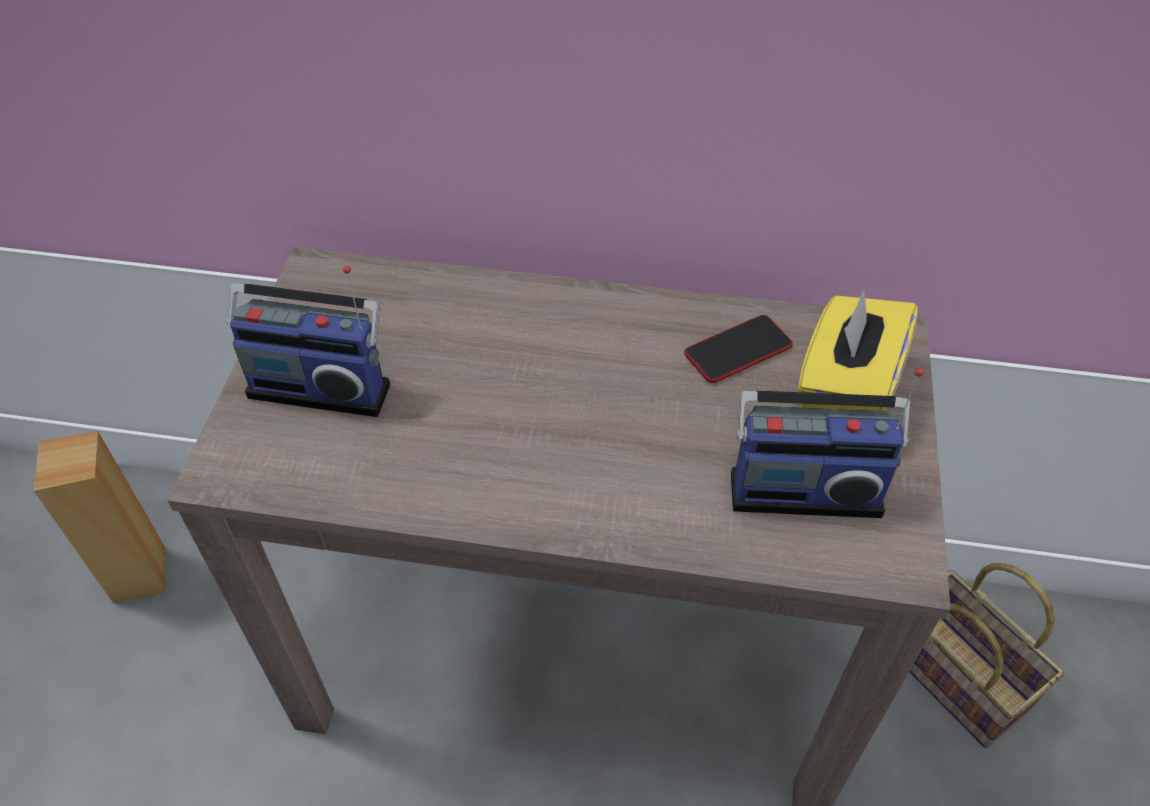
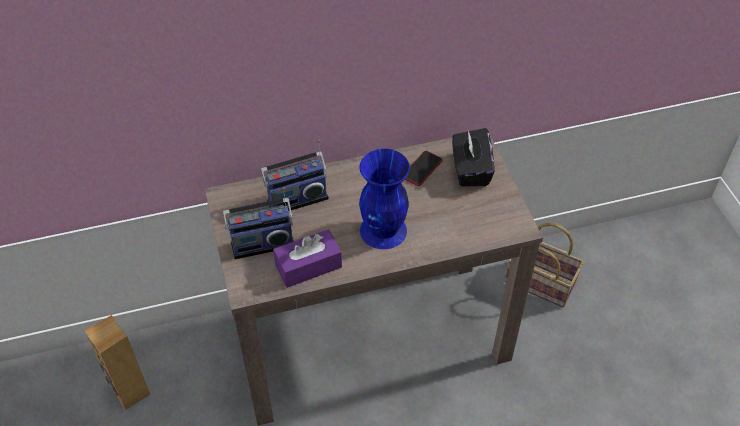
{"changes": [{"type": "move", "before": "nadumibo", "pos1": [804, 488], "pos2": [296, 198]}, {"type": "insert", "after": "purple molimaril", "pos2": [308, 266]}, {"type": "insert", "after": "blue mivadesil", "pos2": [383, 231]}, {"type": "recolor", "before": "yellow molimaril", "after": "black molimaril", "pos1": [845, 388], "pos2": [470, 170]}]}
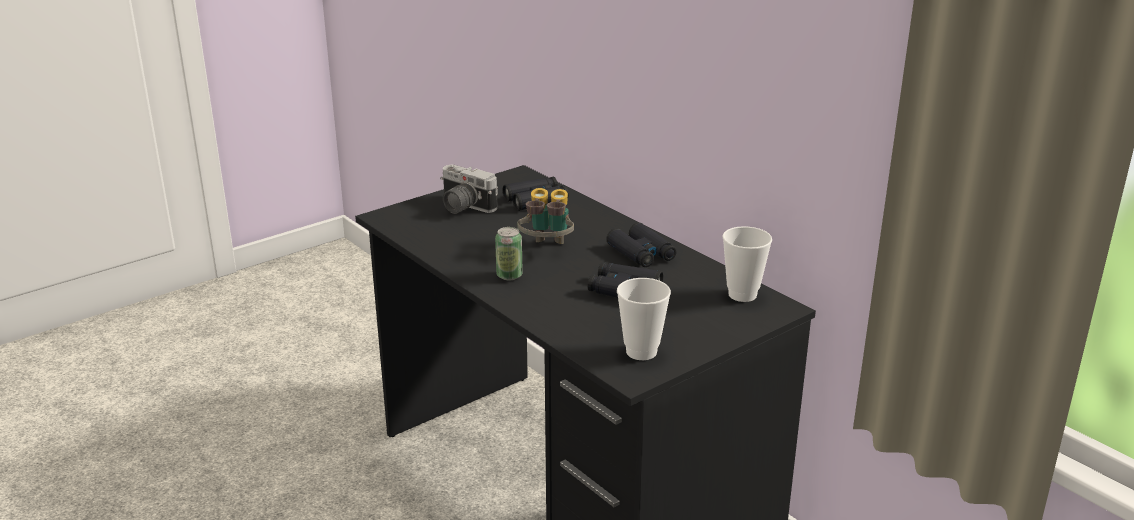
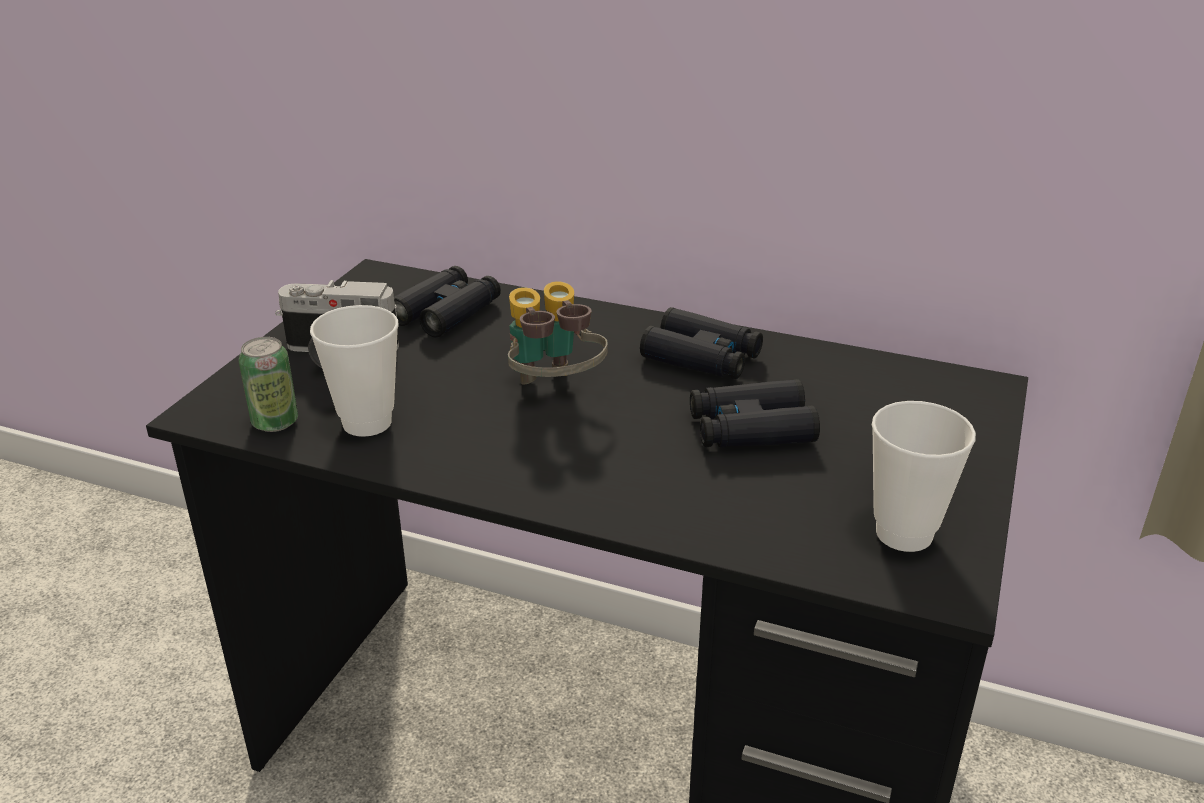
{"changes": [{"type": "move", "before": "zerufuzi", "pos1": [509, 275], "pos2": [275, 422]}, {"type": "move", "before": "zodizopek", "pos1": [742, 295], "pos2": [367, 423]}]}
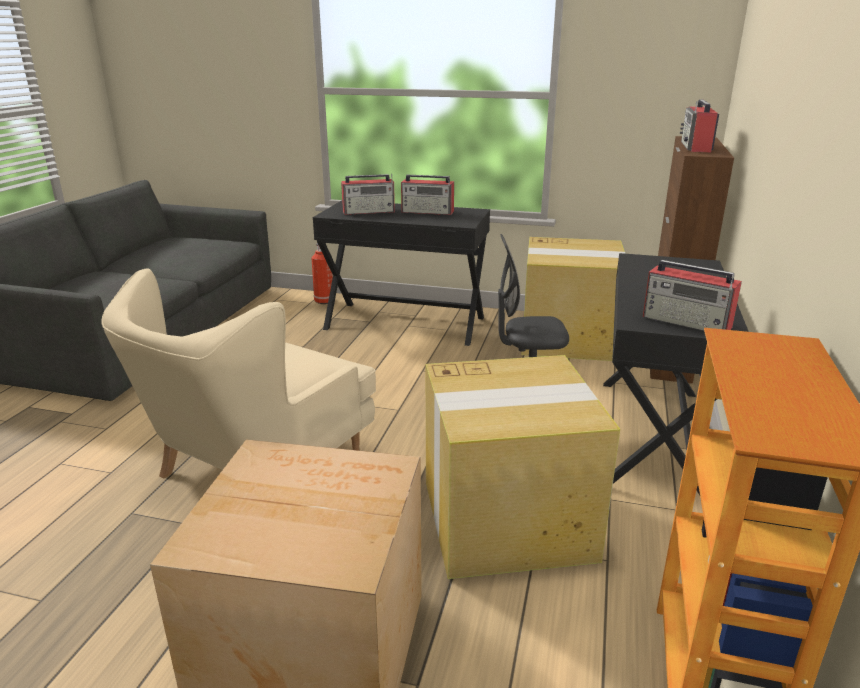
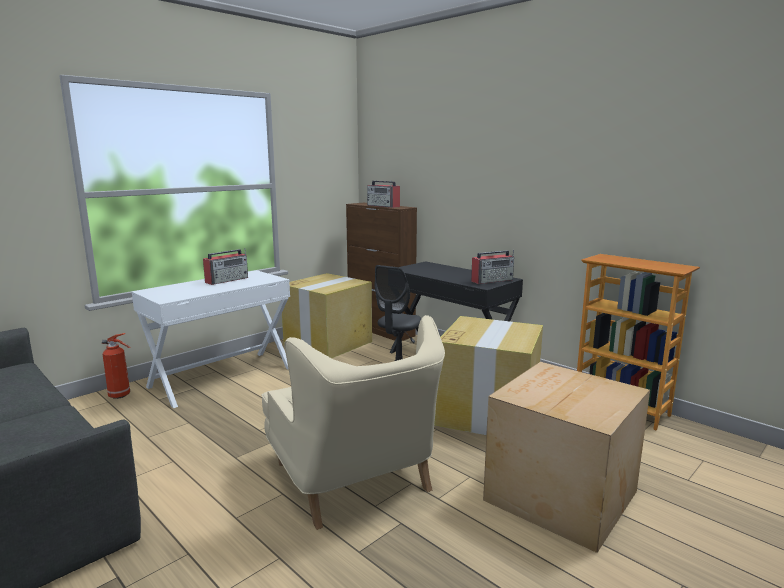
{"changes": [{"type": "recolor", "before": "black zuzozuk", "after": "white zuzozuk", "pos1": [405, 323], "pos2": [221, 377]}, {"type": "delete", "before": "nadumibo", "pos1": [369, 211]}]}
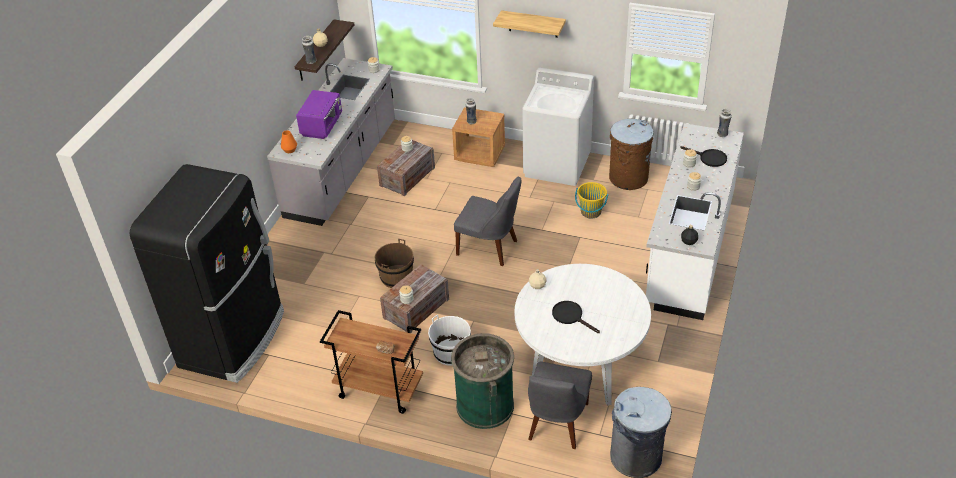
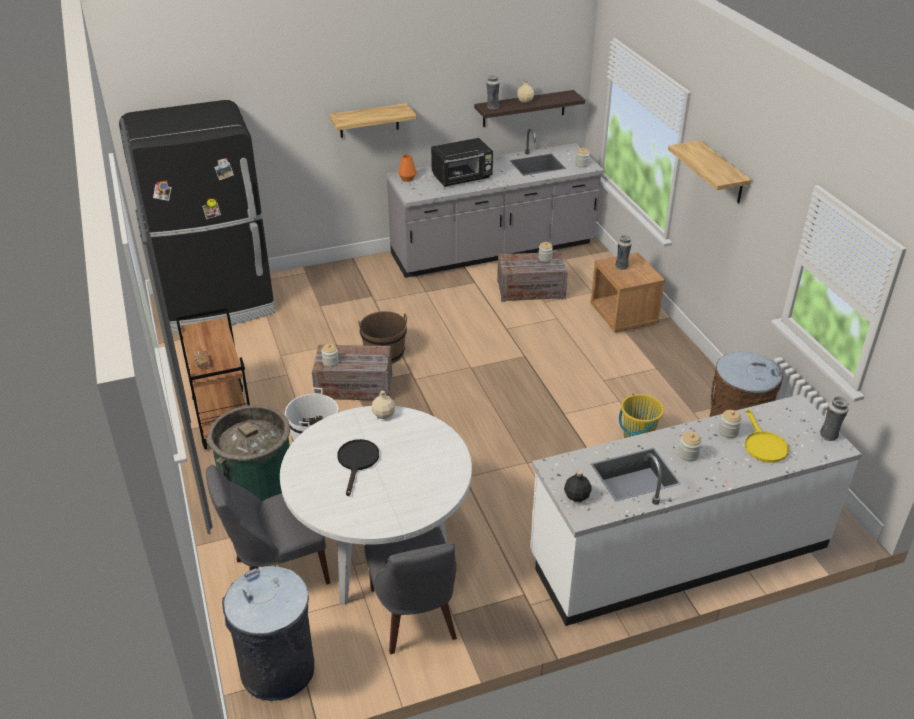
{"changes": [{"type": "insert", "after": "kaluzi", "pos2": [369, 120]}, {"type": "move", "before": "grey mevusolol", "pos1": [490, 248], "pos2": [414, 617]}, {"type": "recolor", "before": "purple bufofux", "after": "black bufofux", "pos1": [322, 126], "pos2": [462, 178]}, {"type": "recolor", "before": "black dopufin", "after": "yellow dopufin", "pos1": [709, 158], "pos2": [762, 445]}, {"type": "delete", "before": "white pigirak", "pos1": [557, 165]}]}
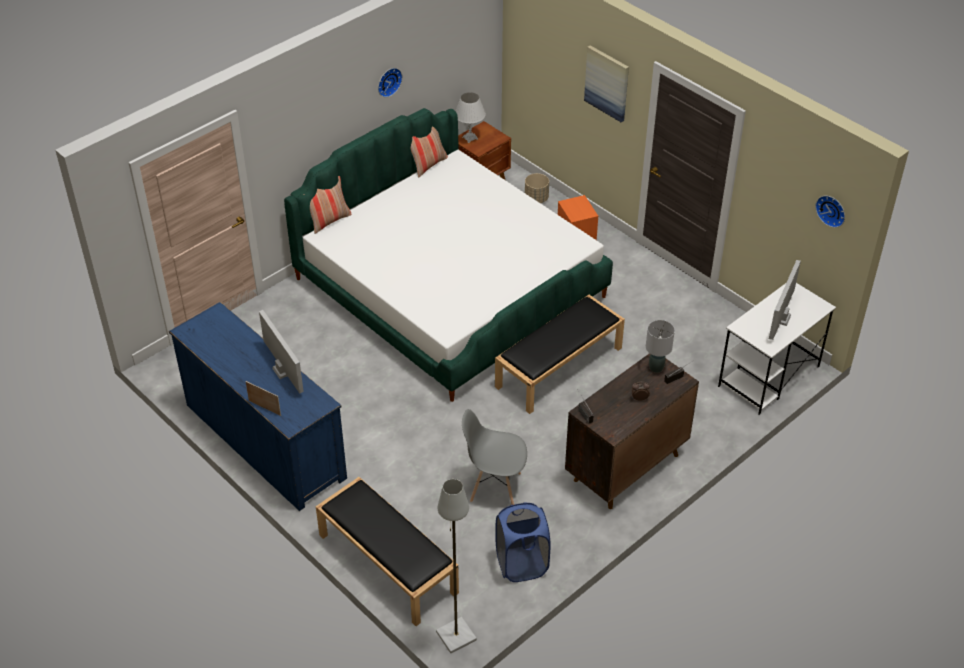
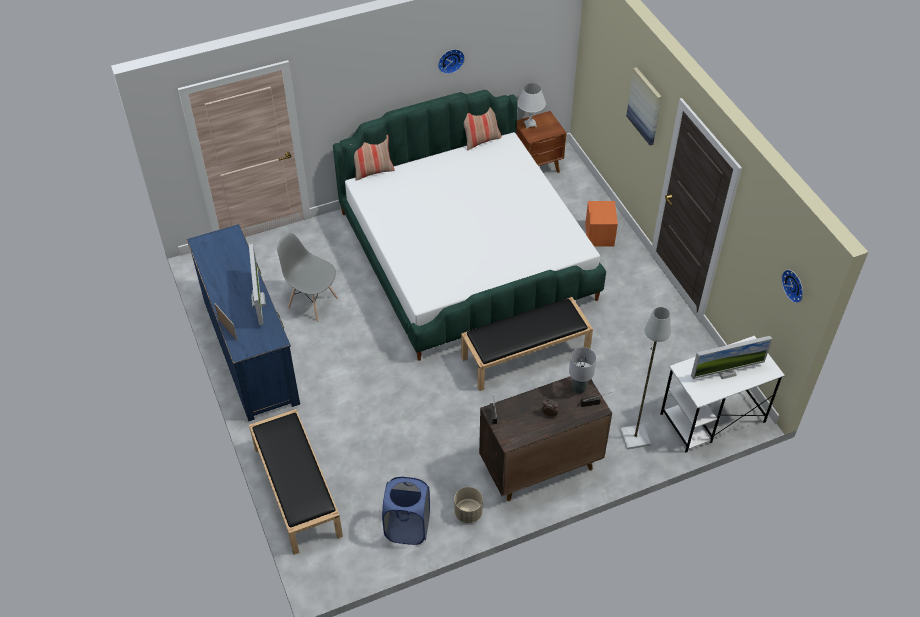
{"changes": [{"type": "move", "before": "grey mevusolol", "pos1": [495, 487], "pos2": [312, 302]}, {"type": "move", "before": "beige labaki", "pos1": [536, 198], "pos2": [468, 512]}, {"type": "move", "before": "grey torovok", "pos1": [456, 636], "pos2": [635, 438]}, {"type": "rotate", "before": "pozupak", "pos1": [781, 318], "pos2": [726, 372], "turn": -150}]}
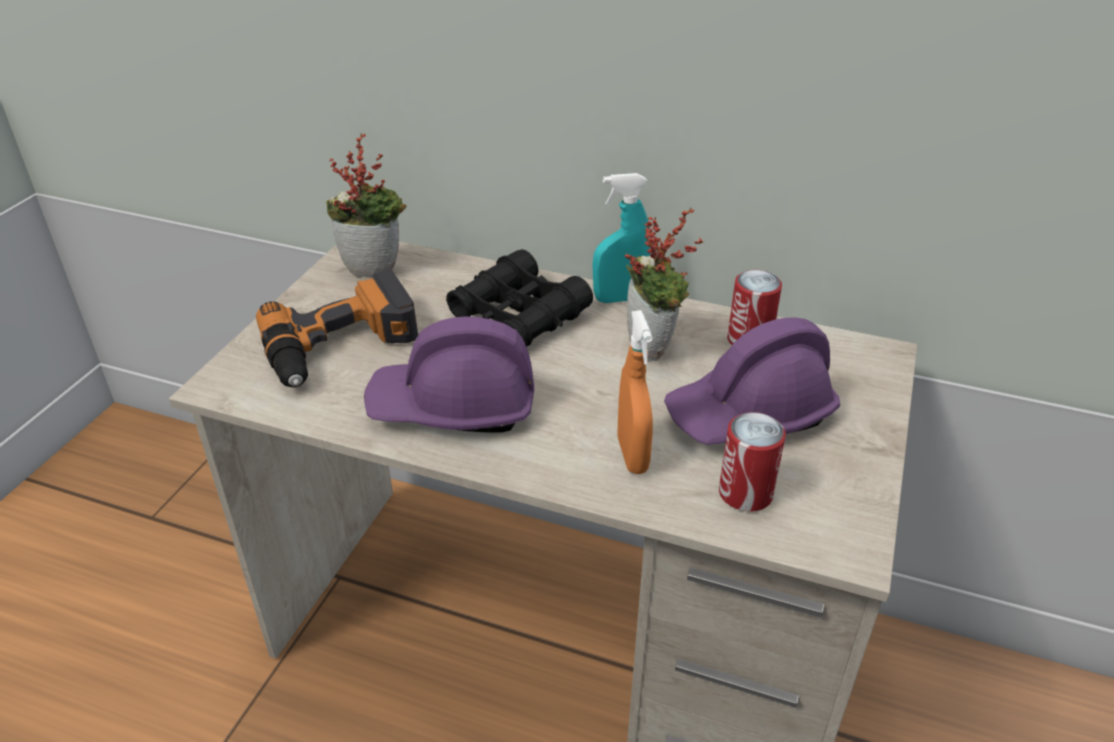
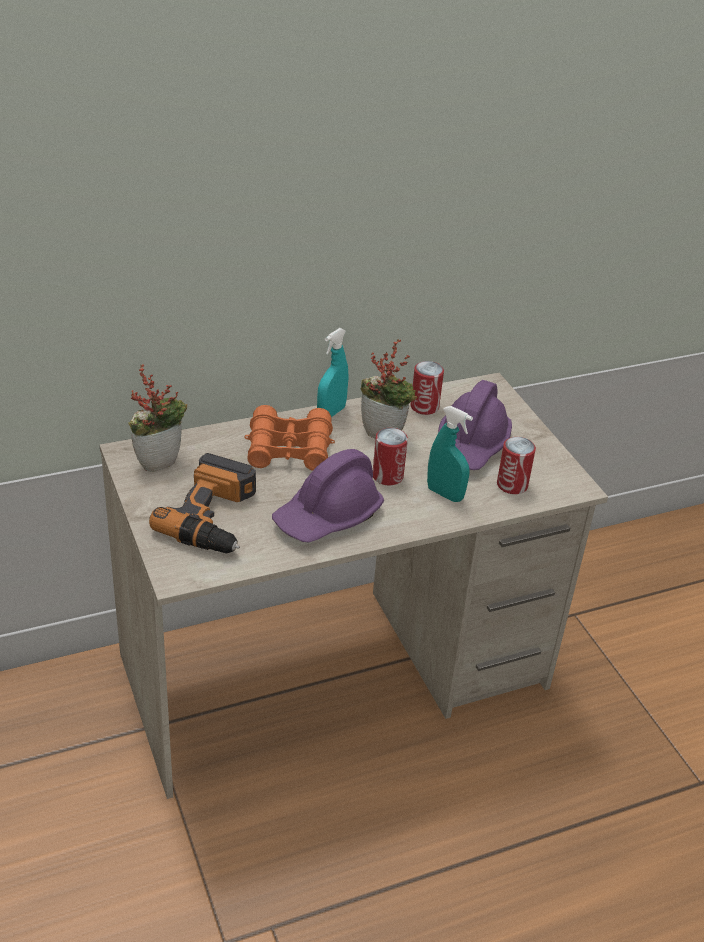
{"changes": [{"type": "recolor", "before": "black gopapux", "after": "orange gopapux", "pos1": [519, 315], "pos2": [289, 449]}, {"type": "insert", "after": "zerufuzi", "pos2": [387, 476]}, {"type": "recolor", "before": "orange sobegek", "after": "turquoise sobegek", "pos1": [632, 455], "pos2": [445, 494]}]}
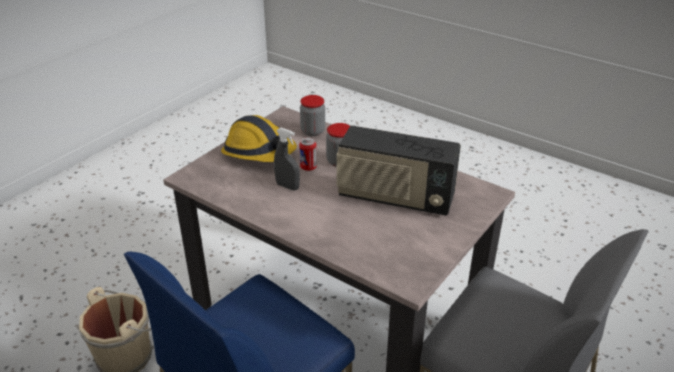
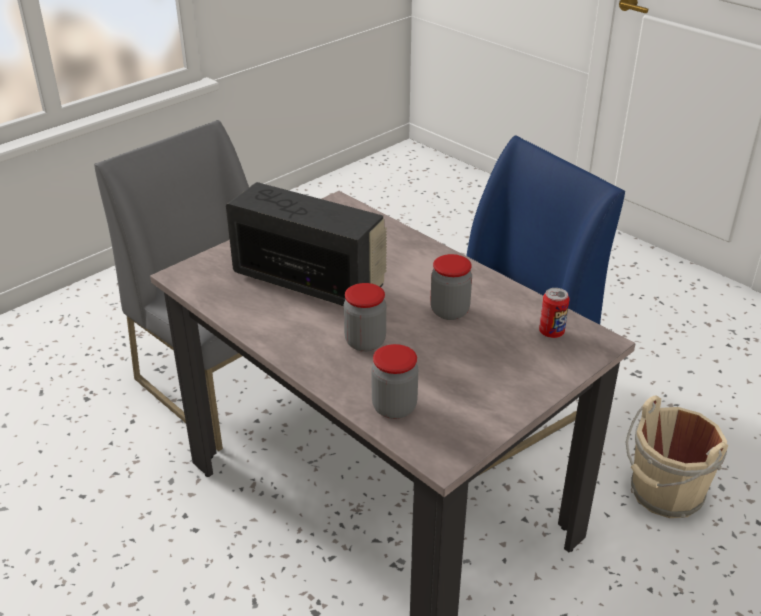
{"changes": [{"type": "replace", "before": "grey sobegek", "after": "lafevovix", "pos1": [287, 186], "pos2": [449, 311]}, {"type": "move", "before": "zerufuzi", "pos1": [308, 167], "pos2": [551, 332]}, {"type": "delete", "before": "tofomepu", "pos1": [259, 152]}]}
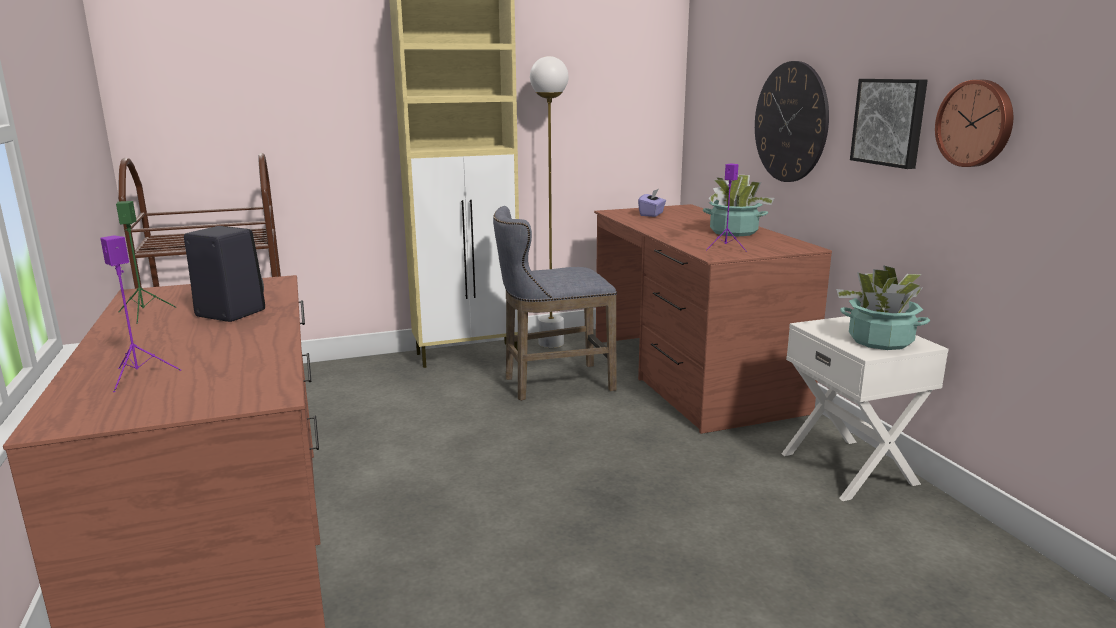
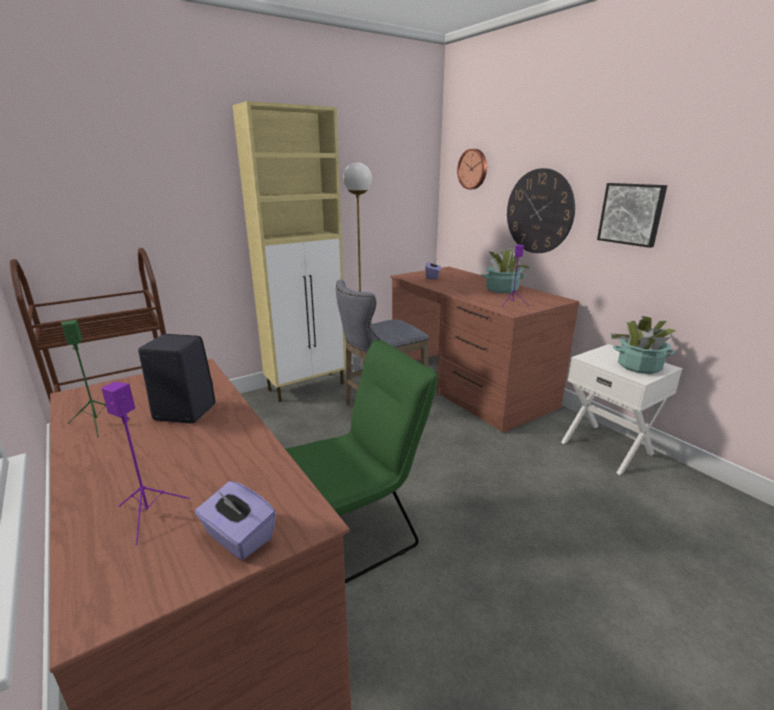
{"changes": [{"type": "insert", "after": "purple molimaril", "pos2": [238, 537]}, {"type": "insert", "after": "green mevusolol", "pos2": [353, 533]}, {"type": "move", "before": "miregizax", "pos1": [976, 123], "pos2": [473, 169]}]}
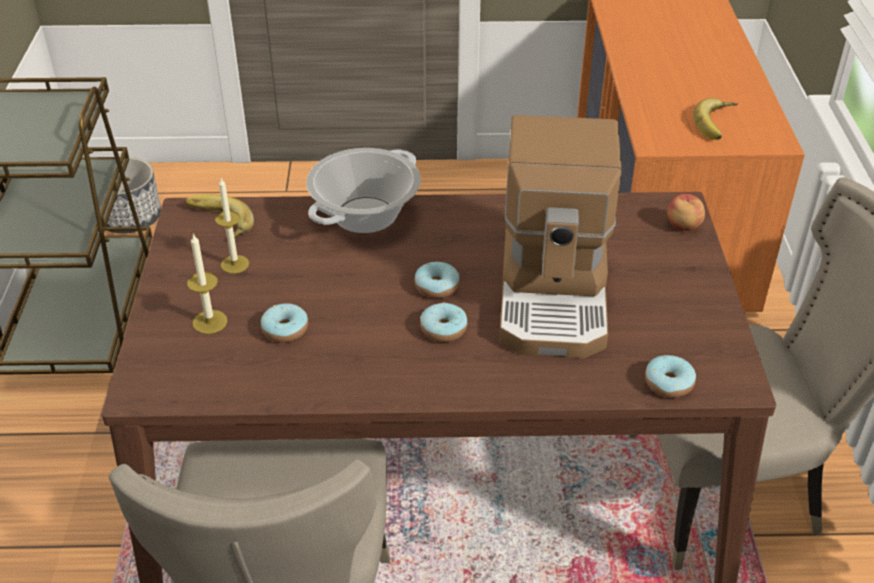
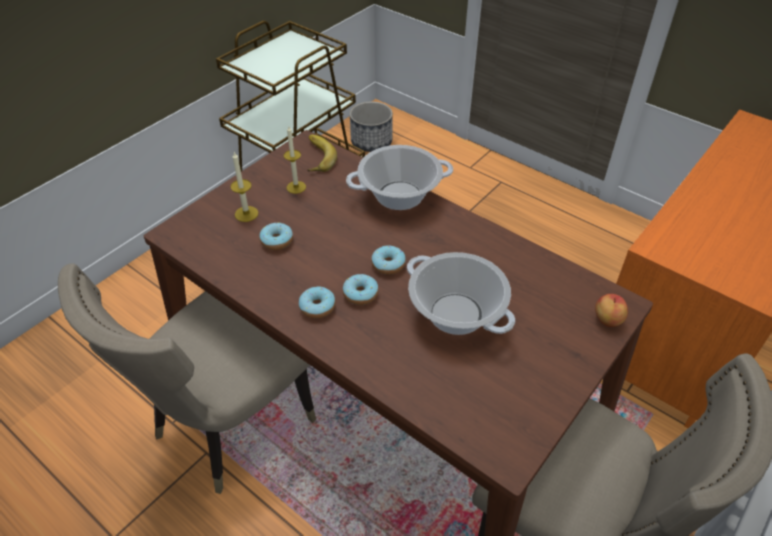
{"changes": [{"type": "move", "before": "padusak", "pos1": [669, 383], "pos2": [317, 307]}, {"type": "replace", "before": "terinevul", "after": "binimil", "pos1": [555, 293], "pos2": [456, 313]}, {"type": "delete", "before": "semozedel", "pos1": [718, 124]}]}
